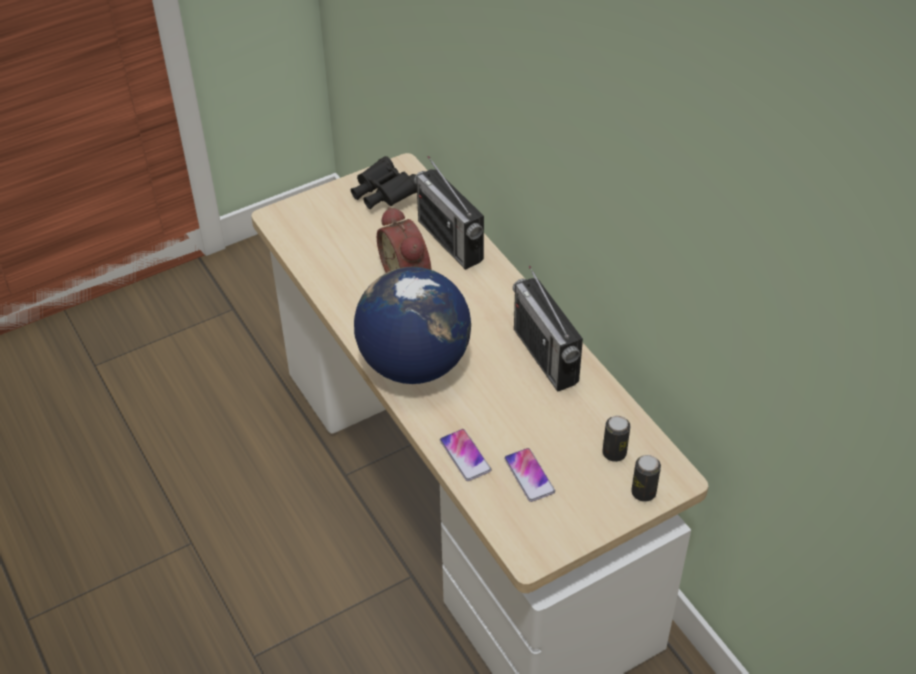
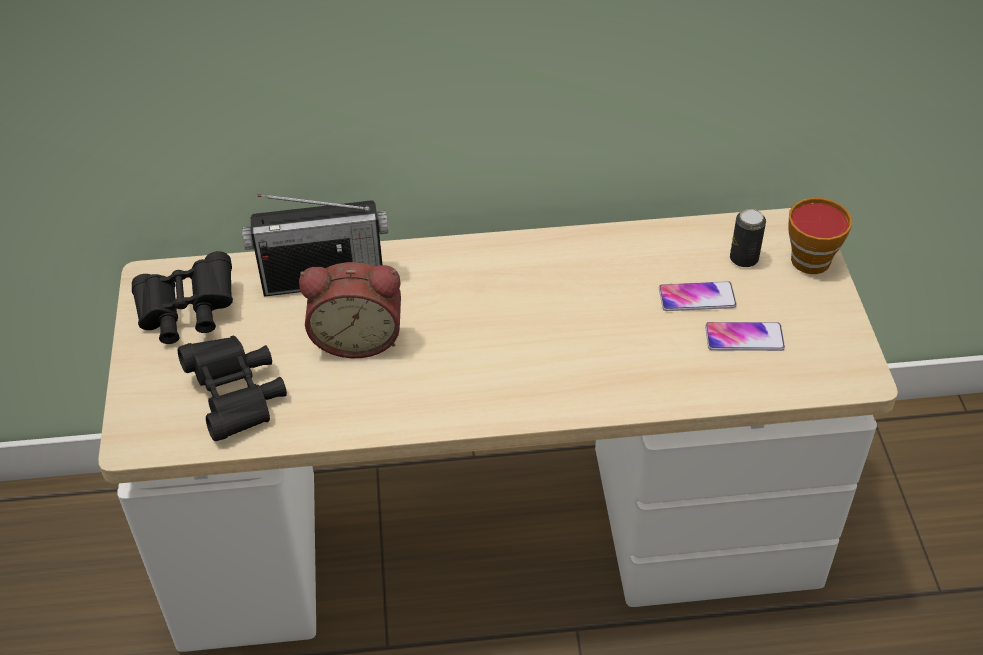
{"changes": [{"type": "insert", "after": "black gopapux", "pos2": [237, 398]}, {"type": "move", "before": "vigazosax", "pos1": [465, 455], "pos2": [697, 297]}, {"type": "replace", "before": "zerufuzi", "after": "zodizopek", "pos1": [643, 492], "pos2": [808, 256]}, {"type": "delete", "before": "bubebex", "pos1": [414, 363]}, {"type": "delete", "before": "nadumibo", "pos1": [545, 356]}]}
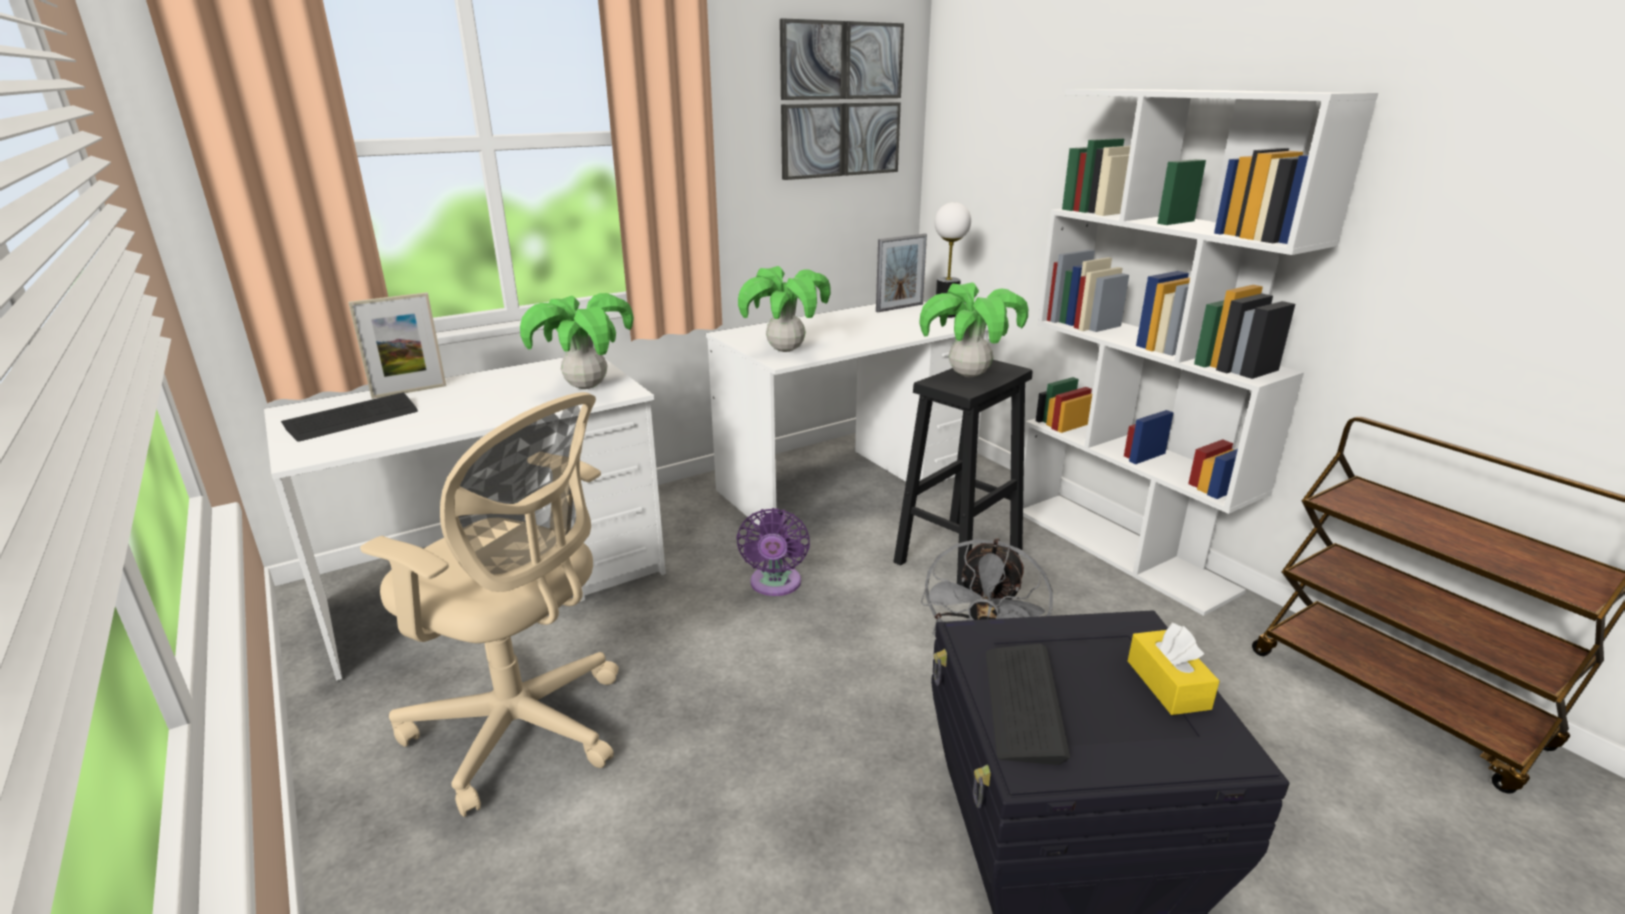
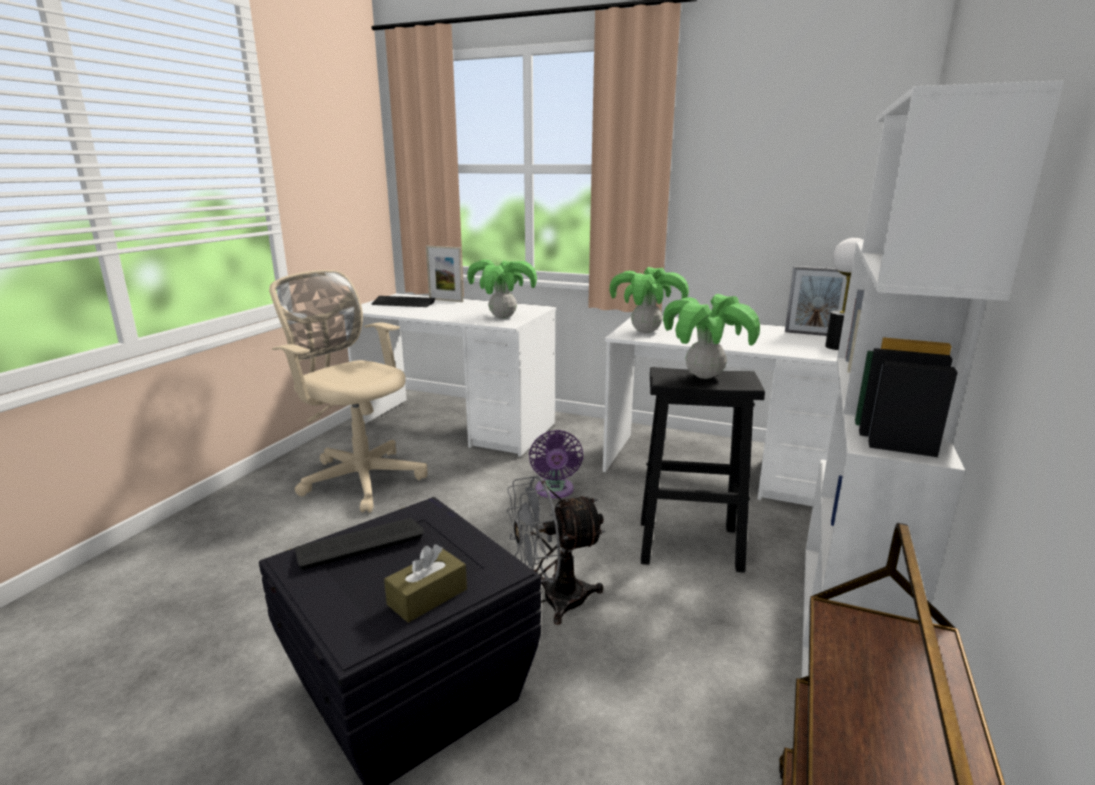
{"changes": [{"type": "rotate", "before": "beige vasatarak", "pos1": [524, 729], "pos2": [360, 477], "turn": 135}, {"type": "recolor", "before": "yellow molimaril", "after": "brown molimaril", "pos1": [1168, 684], "pos2": [427, 597]}, {"type": "rotate", "before": "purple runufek", "pos1": [775, 585], "pos2": [554, 491], "turn": -60}, {"type": "delete", "before": "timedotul", "pos1": [841, 101]}]}
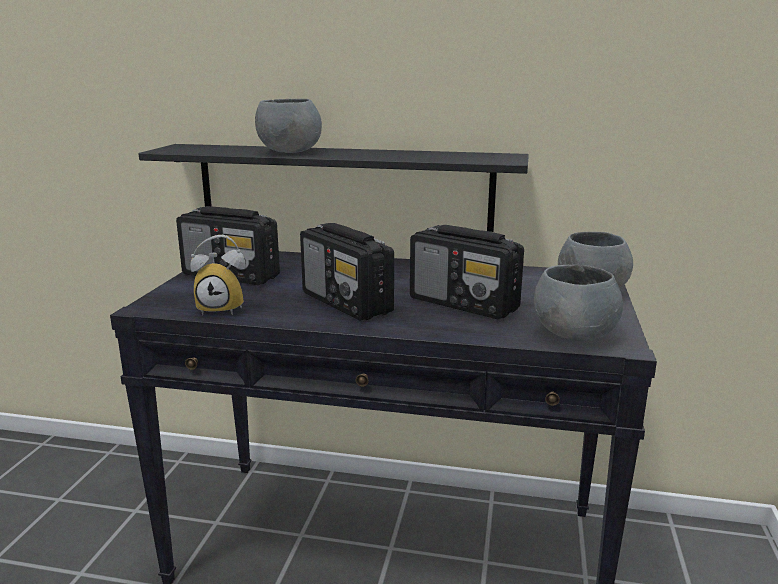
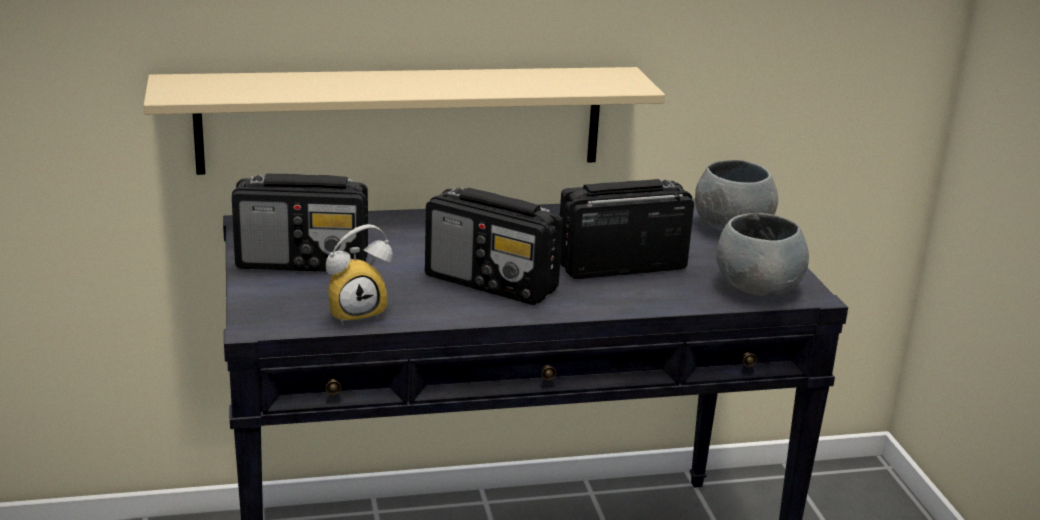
{"changes": [{"type": "recolor", "before": "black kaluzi", "after": "beige kaluzi", "pos1": [343, 186], "pos2": [402, 119]}, {"type": "rotate", "before": "nadumibo", "pos1": [464, 304], "pos2": [620, 266], "turn": 150}, {"type": "delete", "before": "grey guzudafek", "pos1": [289, 151]}]}
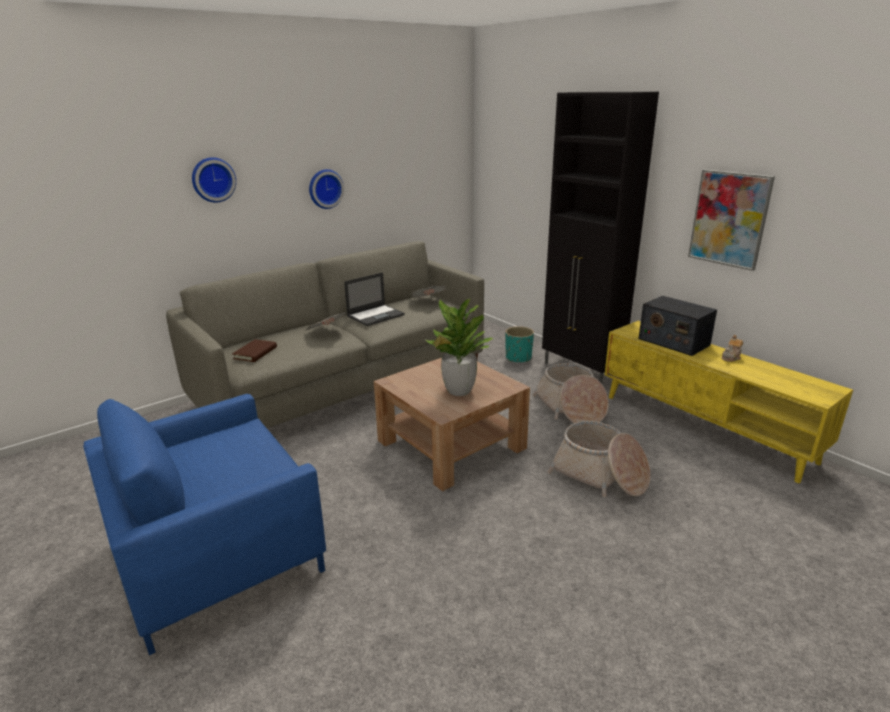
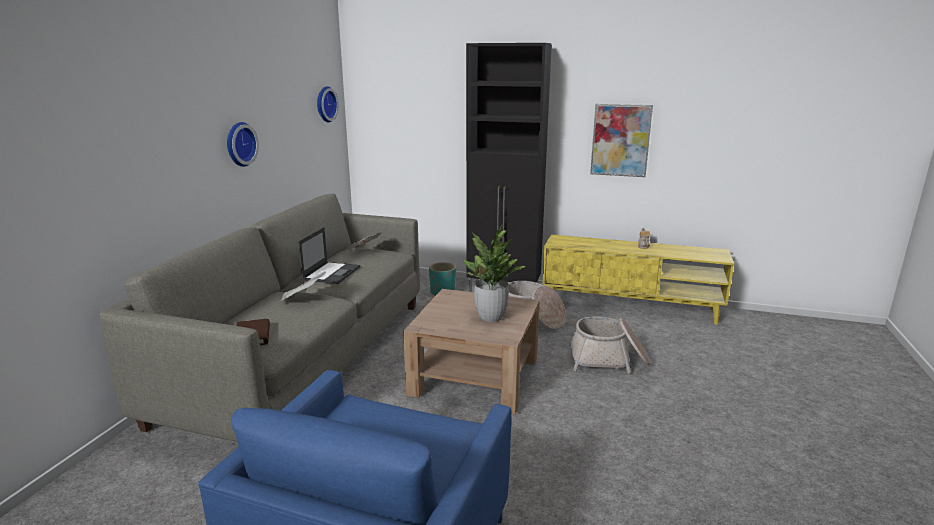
{"changes": [{"type": "move", "before": "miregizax", "pos1": [213, 179], "pos2": [324, 104]}, {"type": "delete", "before": "nadumibo", "pos1": [673, 342]}]}
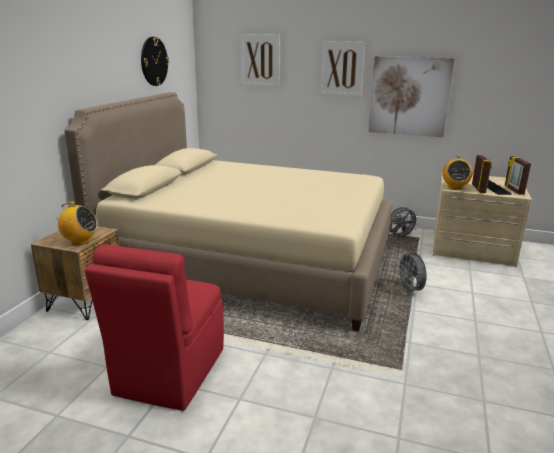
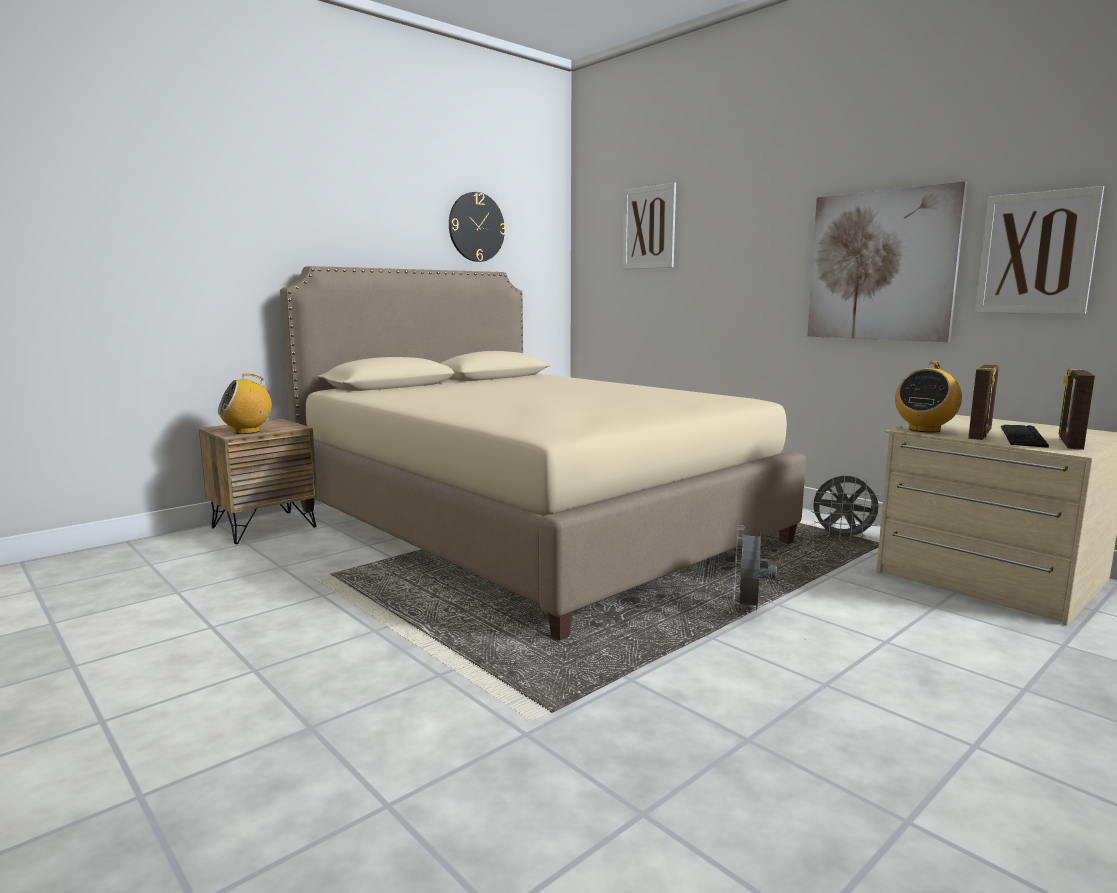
{"changes": [{"type": "rotate", "before": "nadumibo", "pos1": [80, 241], "pos2": [247, 431], "turn": 105}, {"type": "move", "before": "timedotul", "pos1": [341, 69], "pos2": [1036, 253]}, {"type": "delete", "before": "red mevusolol", "pos1": [169, 373]}]}
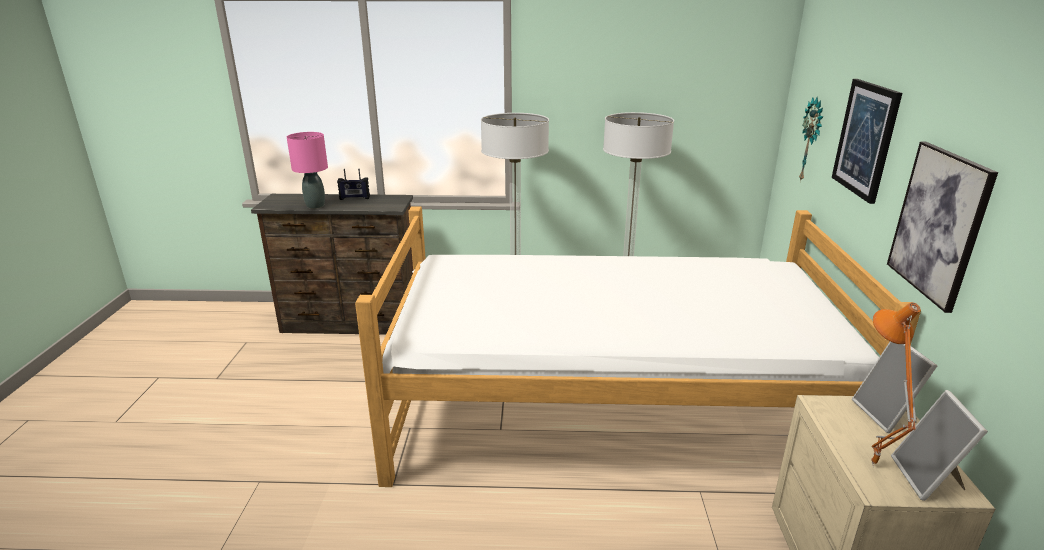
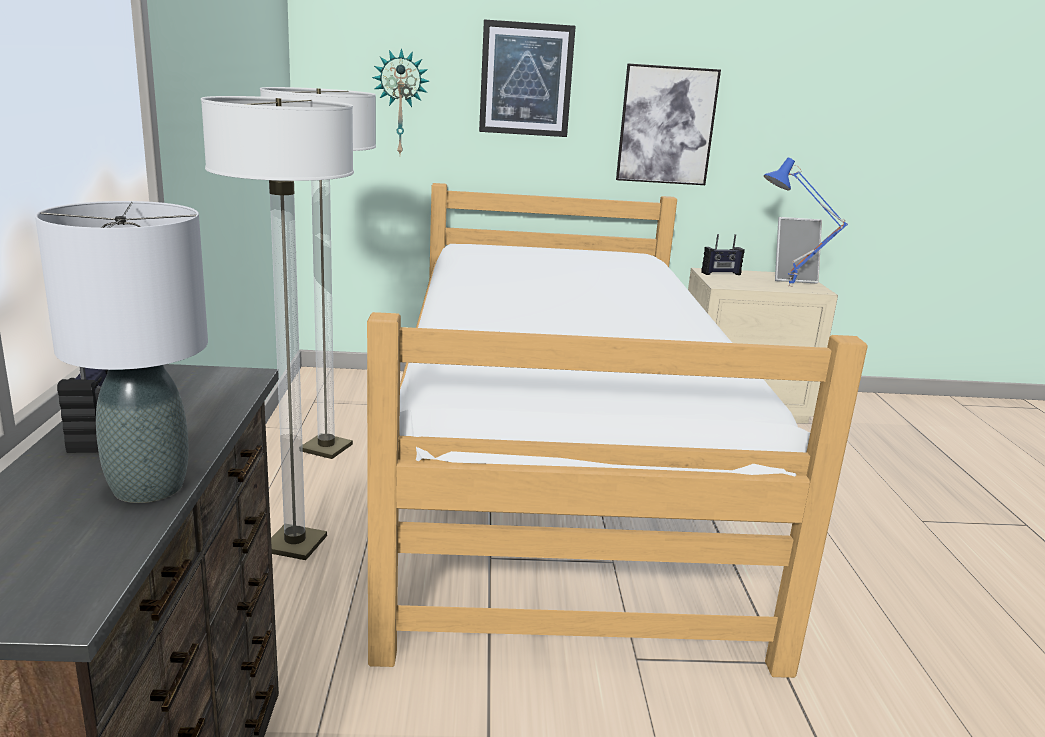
{"changes": [{"type": "recolor", "before": "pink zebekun", "after": "grey zebekun", "pos1": [315, 206], "pos2": [149, 487]}, {"type": "replace", "before": "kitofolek", "after": "nadumibo", "pos1": [886, 415], "pos2": [721, 273]}, {"type": "recolor", "before": "orange zebekun", "after": "blue zebekun", "pos1": [869, 464], "pos2": [790, 287]}]}
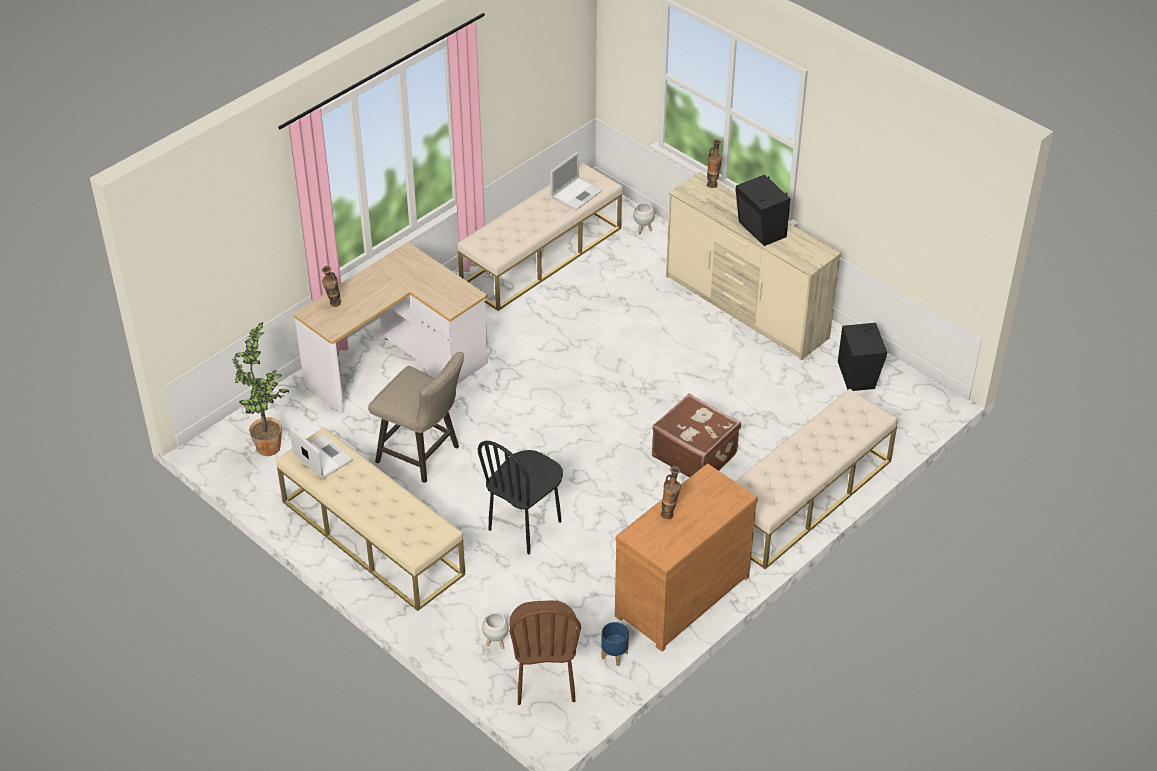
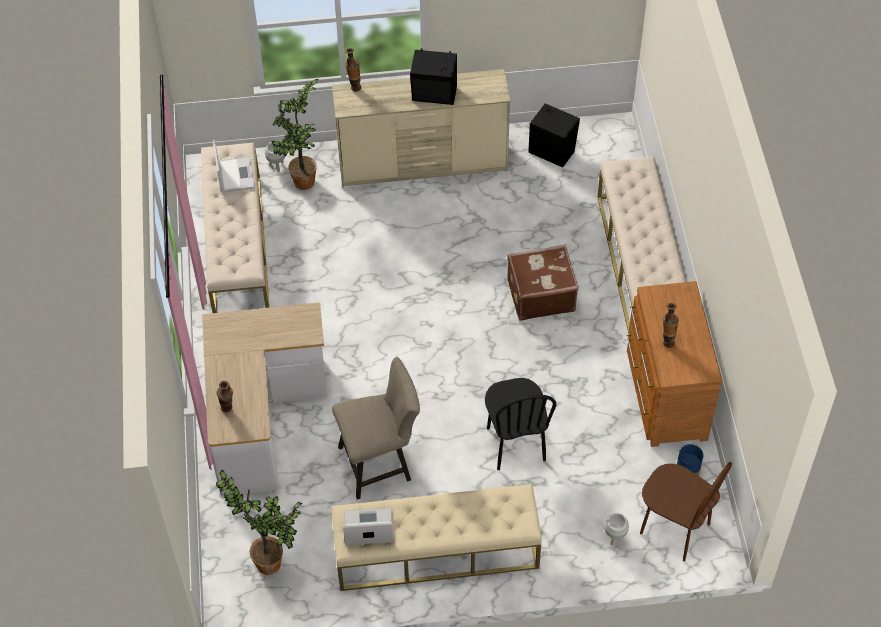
{"changes": [{"type": "insert", "after": "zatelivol", "pos2": [304, 184]}]}
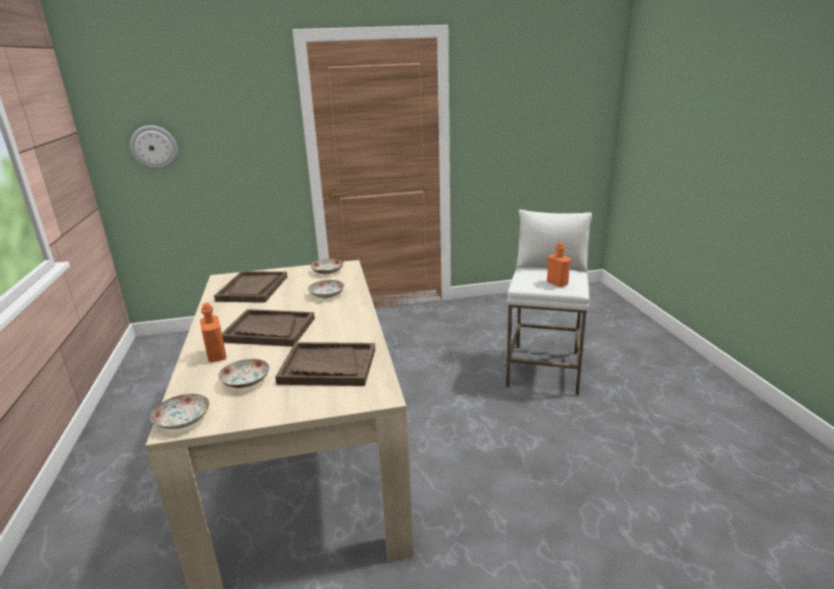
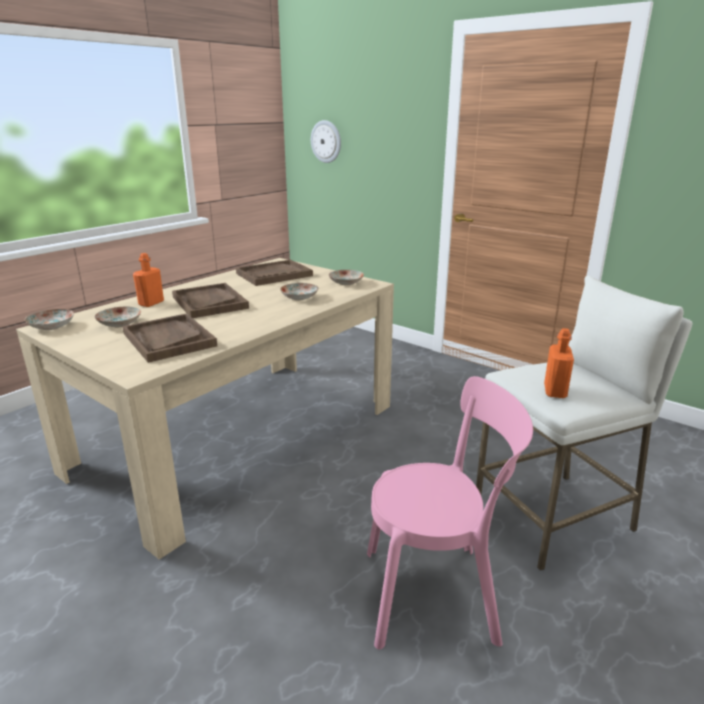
{"changes": [{"type": "insert", "after": "pink mevusolol", "pos2": [436, 594]}]}
